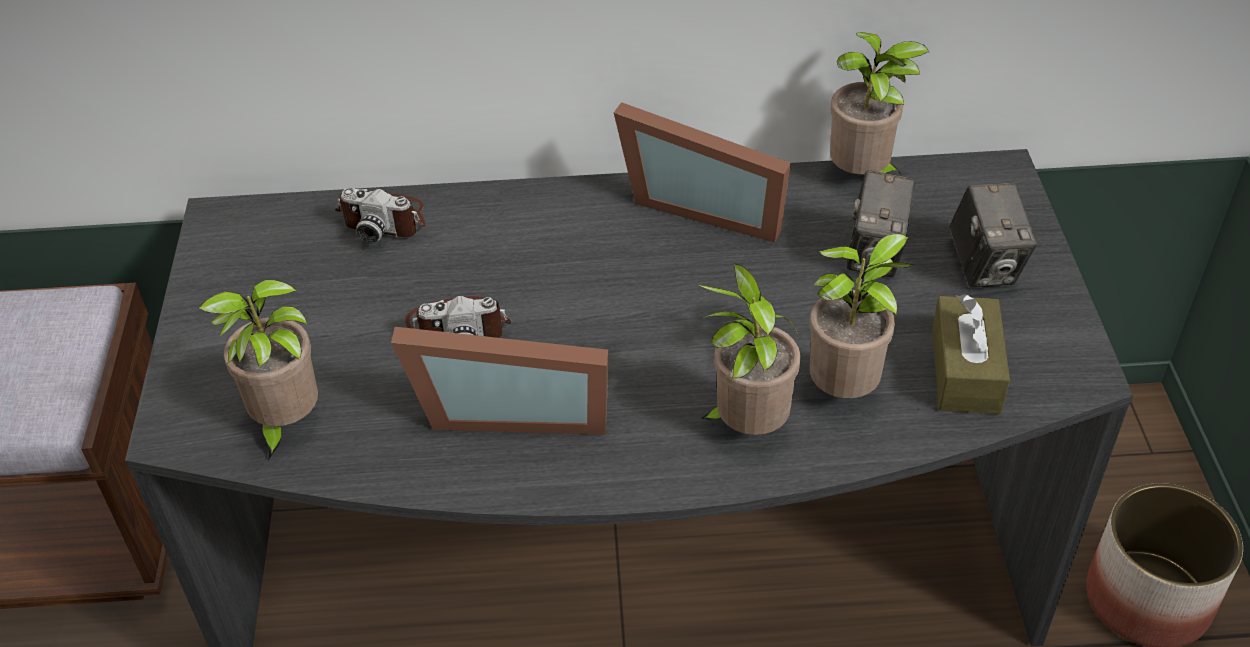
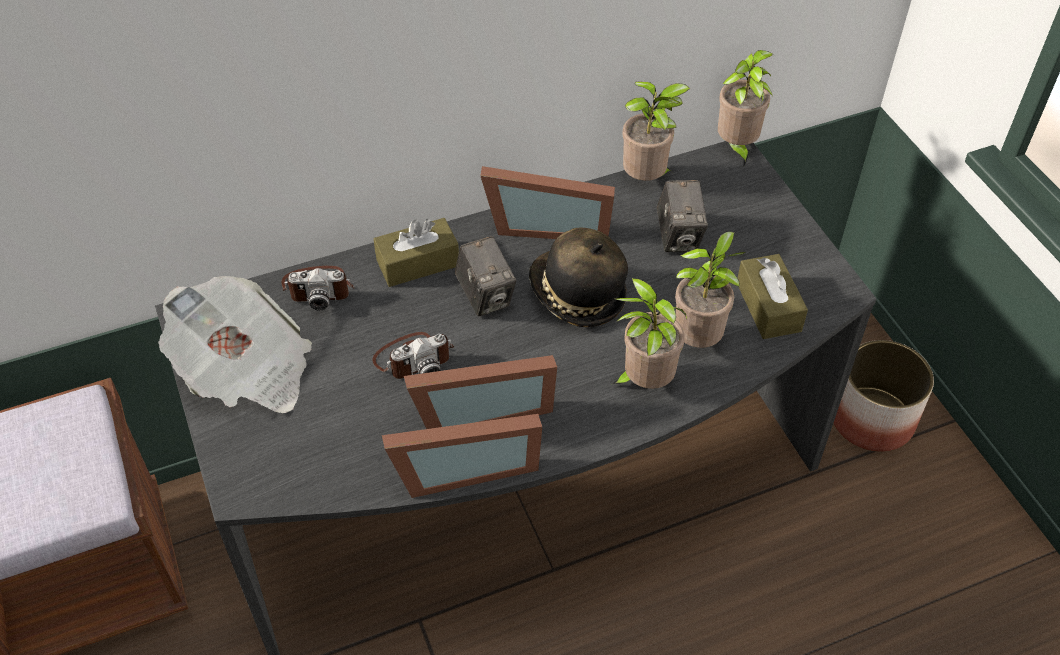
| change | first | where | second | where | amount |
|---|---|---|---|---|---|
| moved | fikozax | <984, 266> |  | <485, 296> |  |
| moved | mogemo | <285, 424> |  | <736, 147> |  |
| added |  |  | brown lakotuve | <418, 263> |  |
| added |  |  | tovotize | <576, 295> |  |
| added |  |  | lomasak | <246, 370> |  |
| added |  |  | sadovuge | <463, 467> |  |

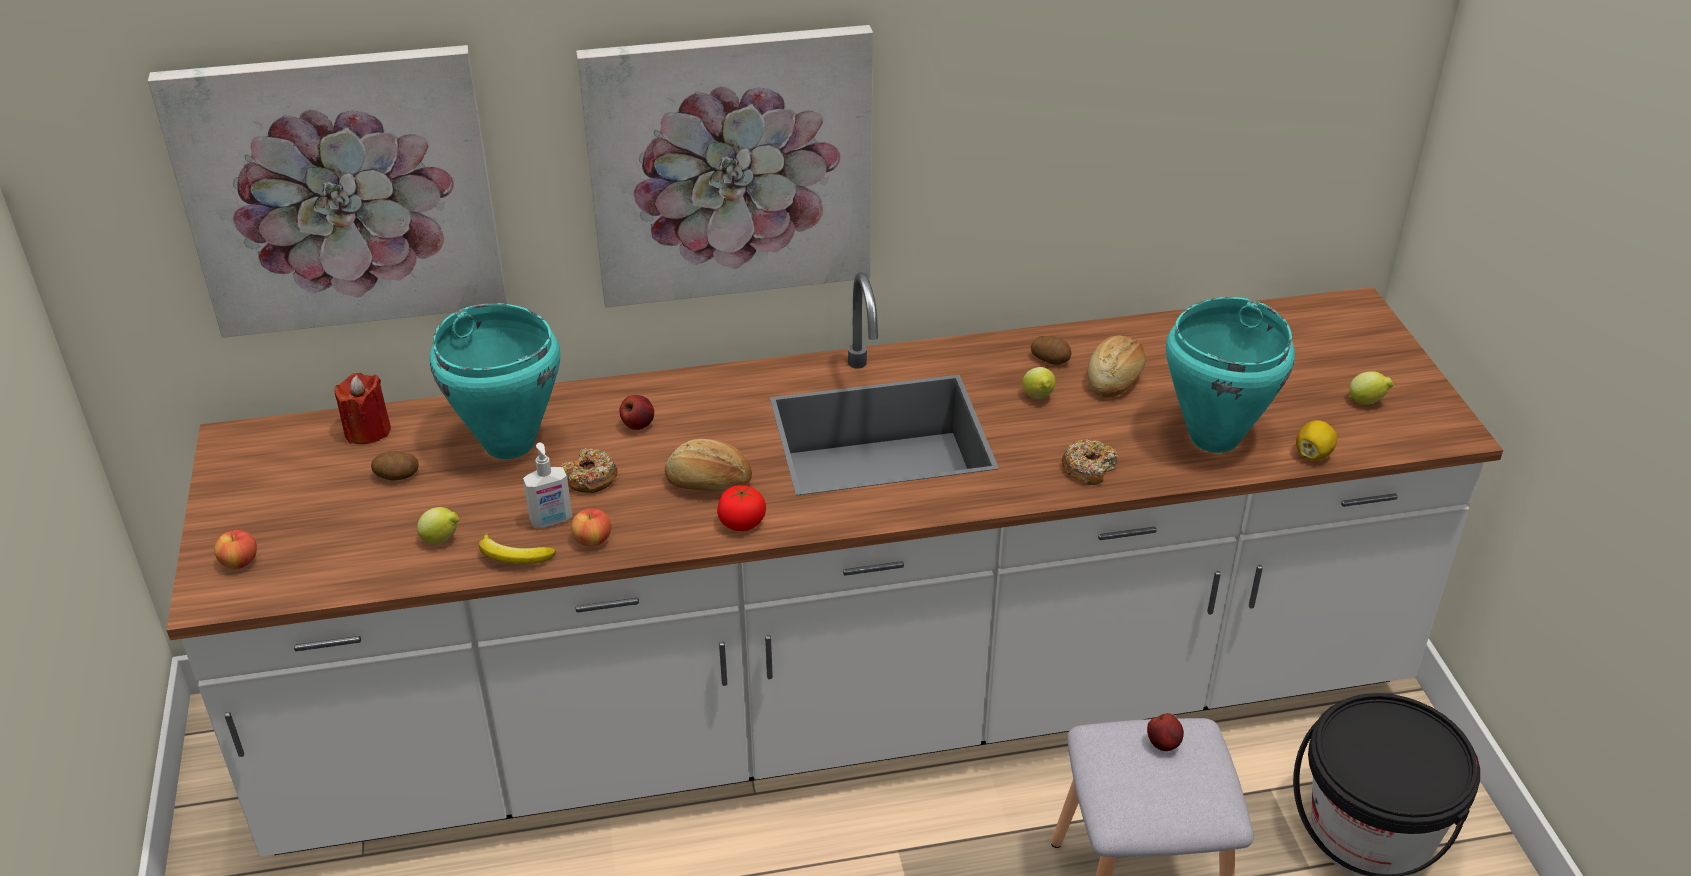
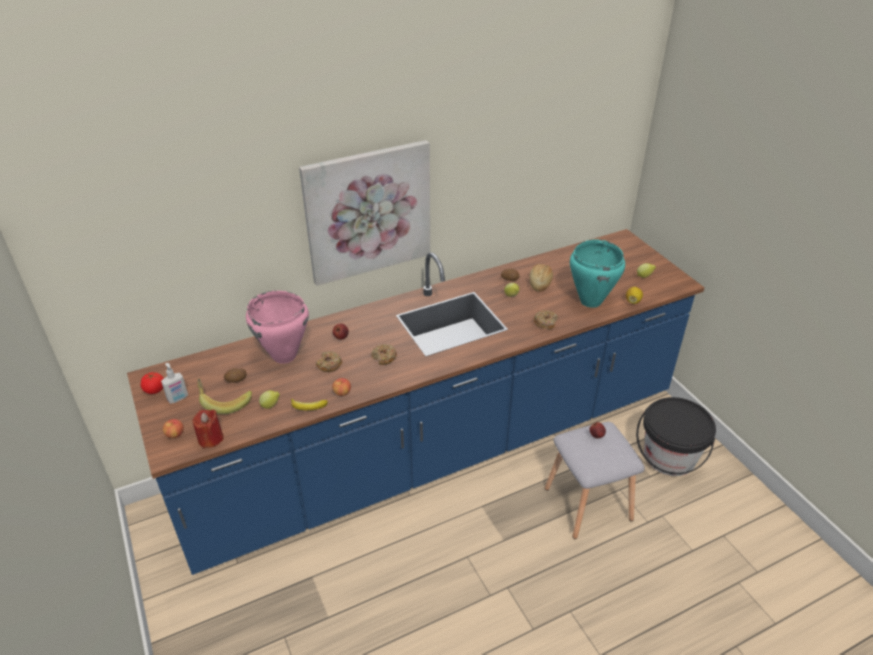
| change | first | where | second | where | amount |
|---|---|---|---|---|---|
| removed | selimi | <340, 190> |  |  |  |
| recoloured | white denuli | <845, 705> | blue denuli | <436, 447> |  |
| recoloured | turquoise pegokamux | <509, 444> | pink pegokamux | <284, 356> |  |
| moved | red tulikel | <367, 431> |  | <210, 439> |  |
| replaced | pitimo | <708, 483> | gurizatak | <384, 357> |  |
| moved | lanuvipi | <551, 521> |  | <178, 399> |  |
| moved | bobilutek | <742, 523> |  | <154, 389> |  |
| added |  |  | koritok | <224, 402> |  |

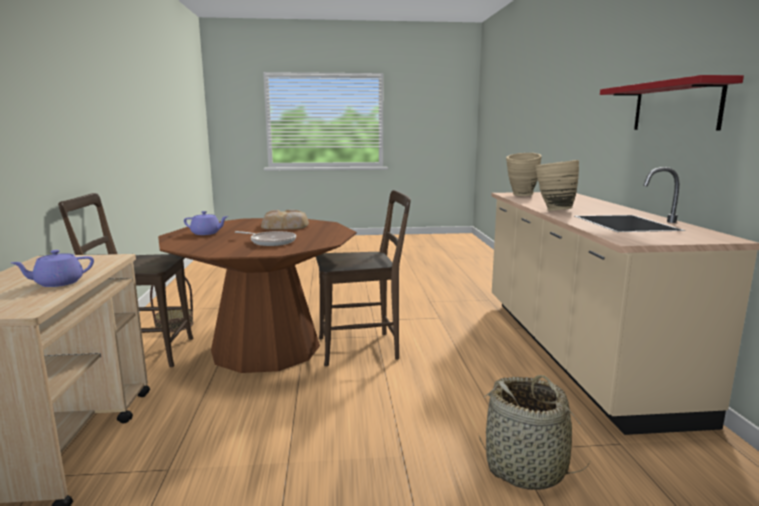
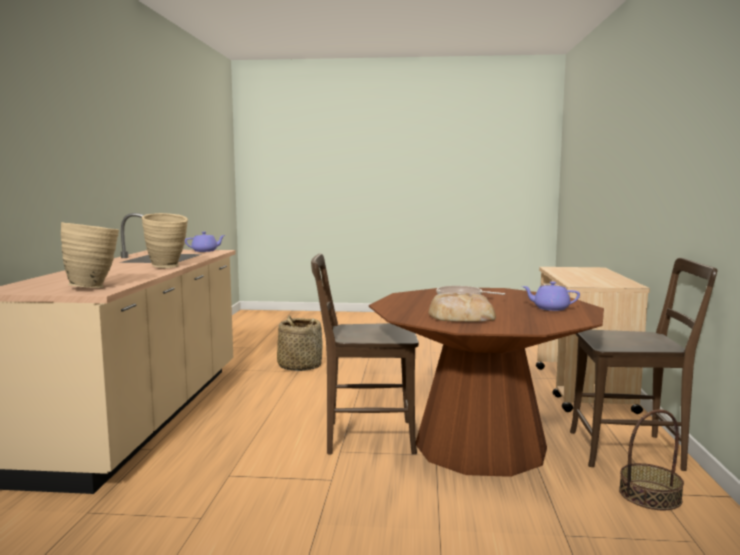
| change | first | where | second | where | amount |
|---|---|---|---|---|---|
| removed | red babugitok | <675, 107> |  |  |  |
| moved | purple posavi | <58, 283> |  | <205, 251> |  |

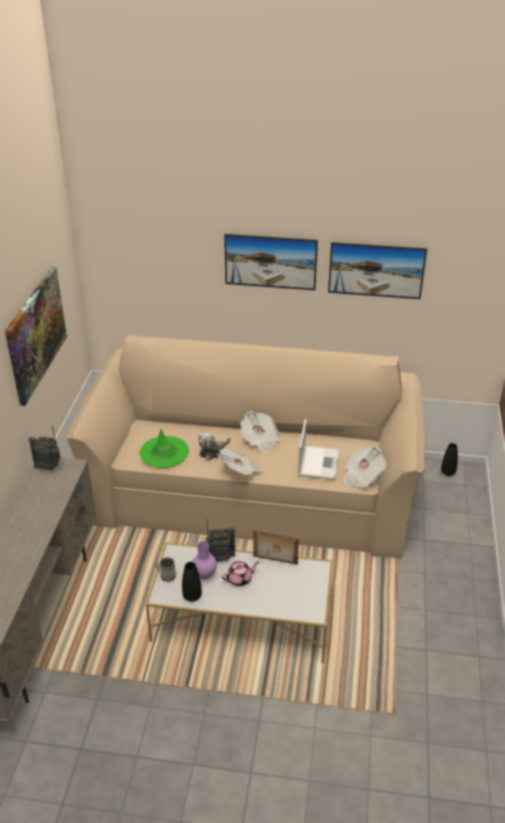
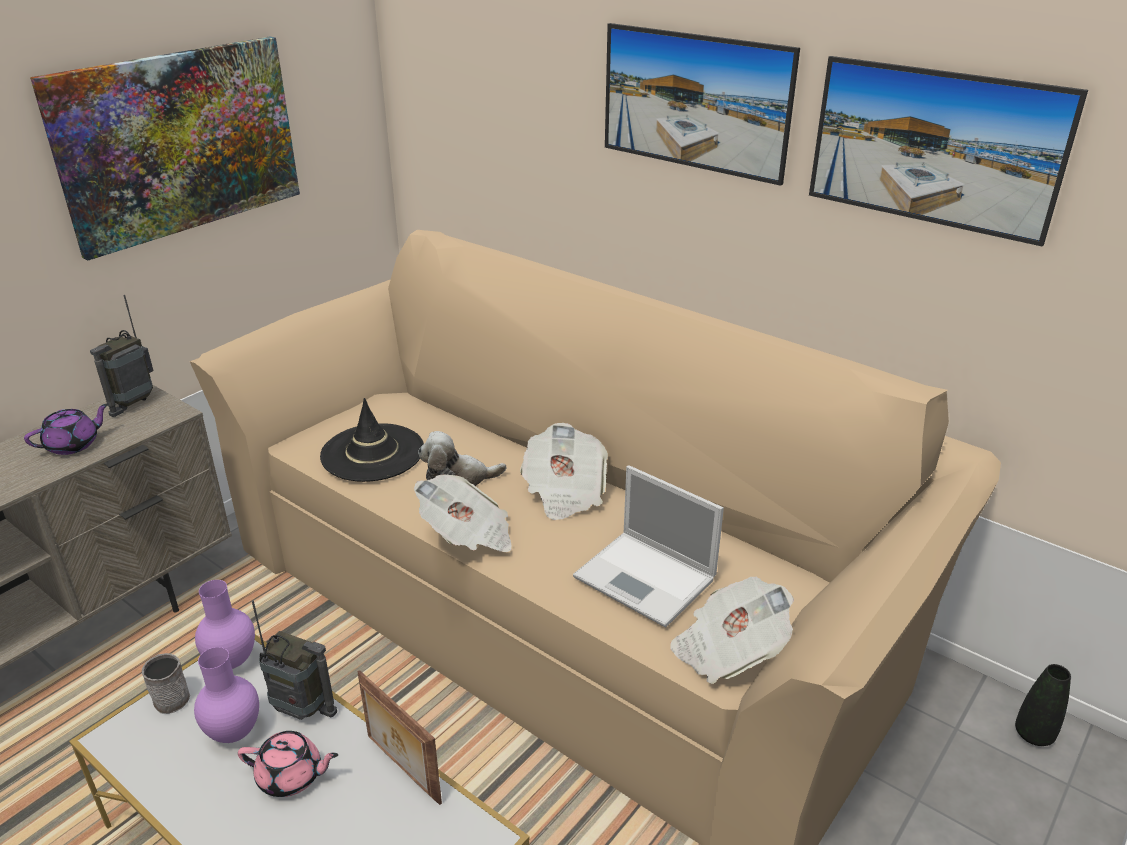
| change | first | where | second | where | amount |
|---|---|---|---|---|---|
| turned | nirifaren | <318, 462> |  | <647, 579> | 90 degrees clockwise |
| turned | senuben | <48, 467> |  | <132, 403> | 105 degrees counterclockwise |
| recoloured | green tovotize | <164, 452> | black tovotize | <372, 453> |  |
| removed | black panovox | <192, 596> |  |  |  |
| added |  |  | purple posavi | <74, 444> |  |
| added |  |  | purple panovox | <232, 661> |  |

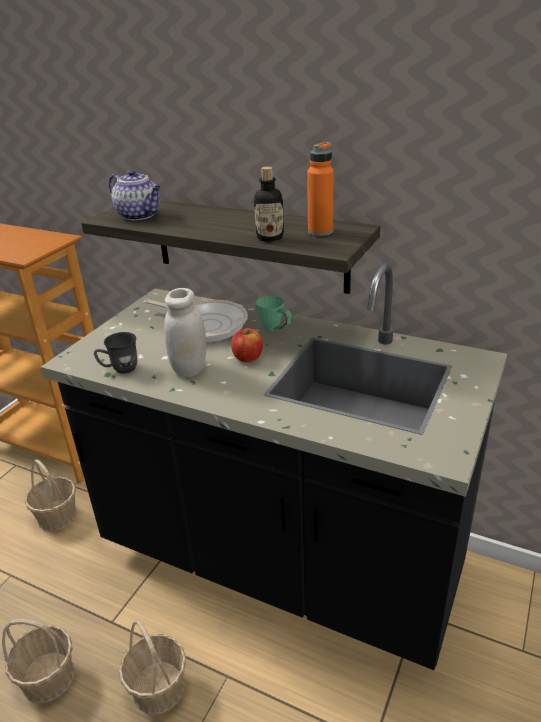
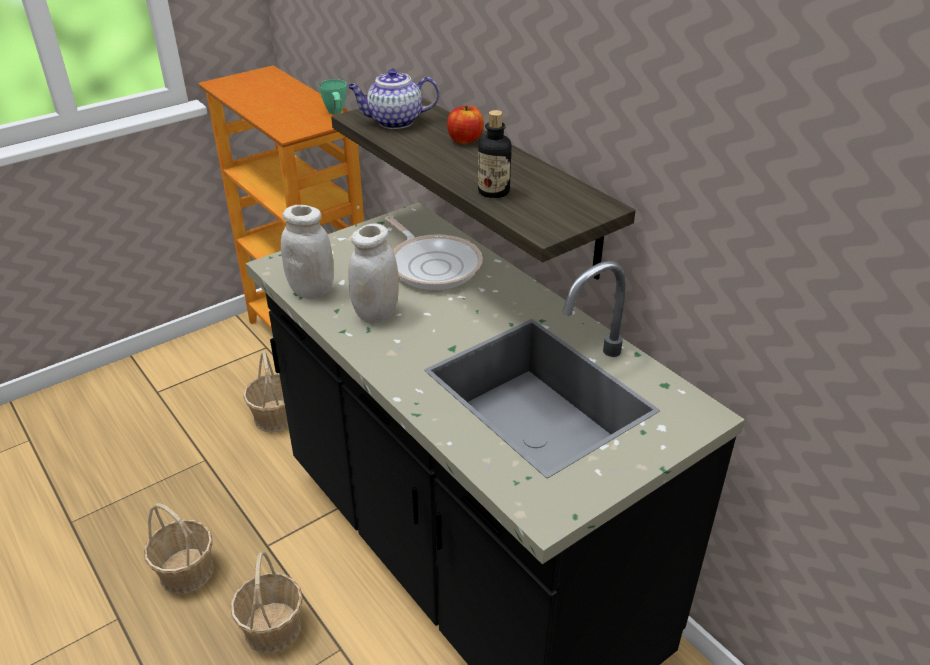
| change | first | where | second | where | amount |
|---|---|---|---|---|---|
| removed | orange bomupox | <320, 232> |  |  |  |
| turned | posavi | <140, 215> |  | <394, 122> | 105 degrees clockwise |
| moved | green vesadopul | <275, 330> |  | <336, 114> |  |
| moved | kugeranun | <247, 357> |  | <465, 140> |  |
| replaced | grey vesadopul | <120, 369> | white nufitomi | <312, 291> |  |

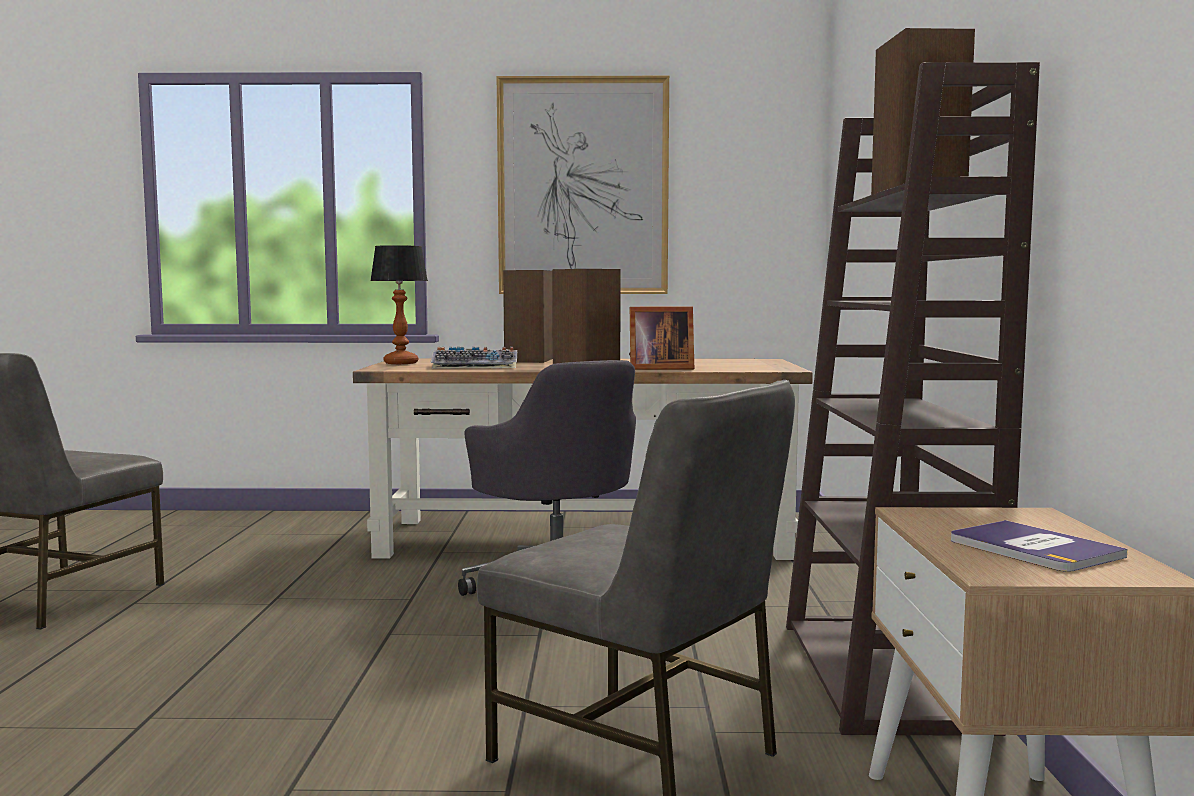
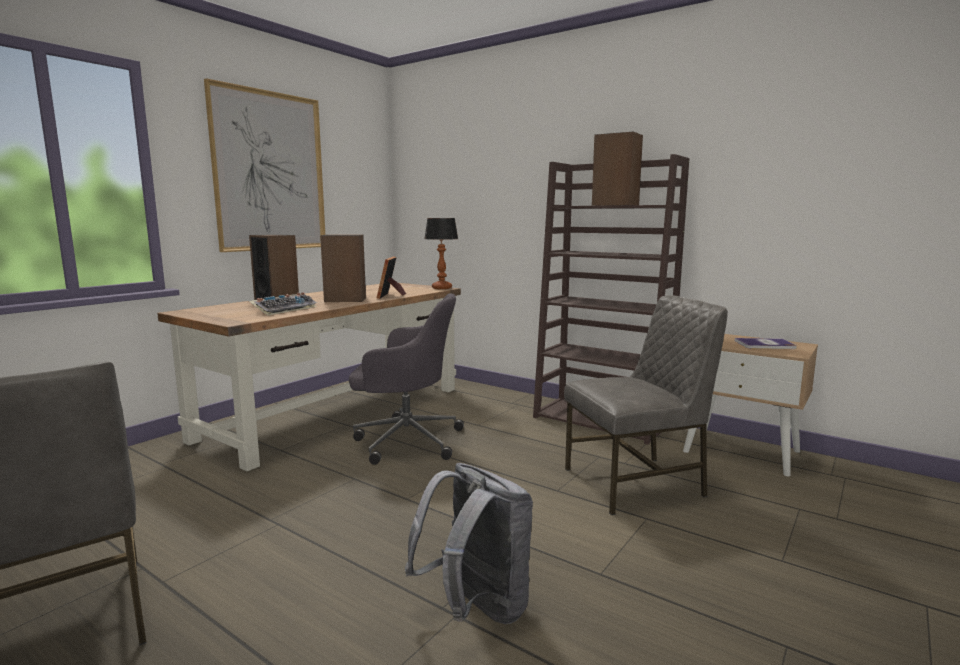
| change | first | where | second | where | amount |
|---|---|---|---|---|---|
| moved | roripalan | <400, 363> |  | <442, 288> |  |
| turned | sadovuge | <658, 368> |  | <391, 296> | 150 degrees clockwise |
| added |  |  | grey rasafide | <476, 609> |  |

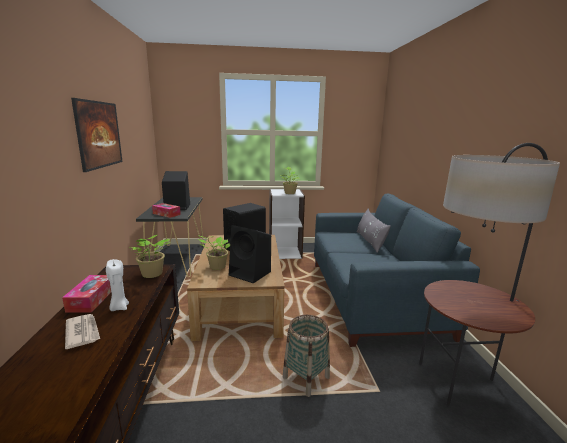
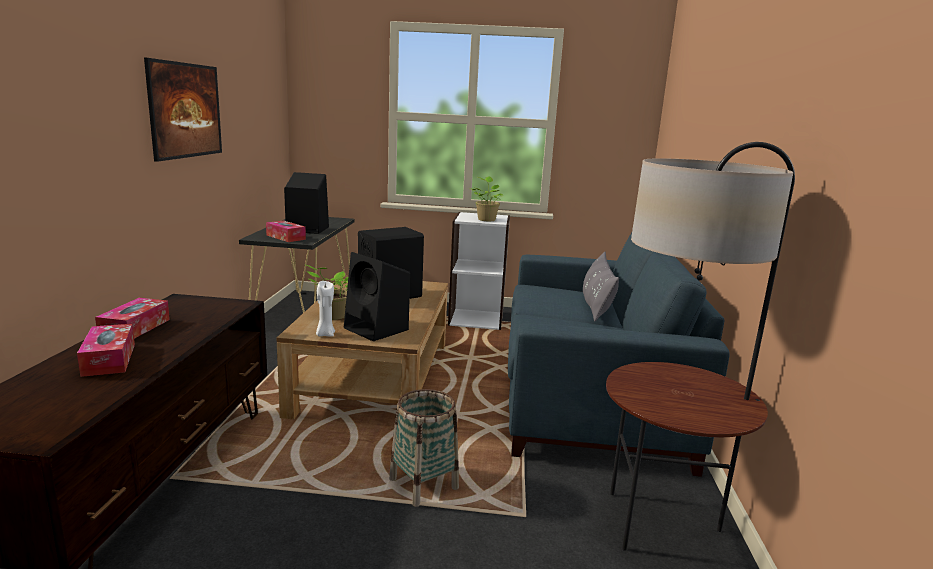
| change | first | where | second | where | amount |
|---|---|---|---|---|---|
| removed | mogemo | <151, 274> |  |  |  |
| moved | white tulikel | <119, 307> |  | <325, 334> |  |
| replaced | lomasak | <83, 332> | lakotuve | <109, 359> |  |

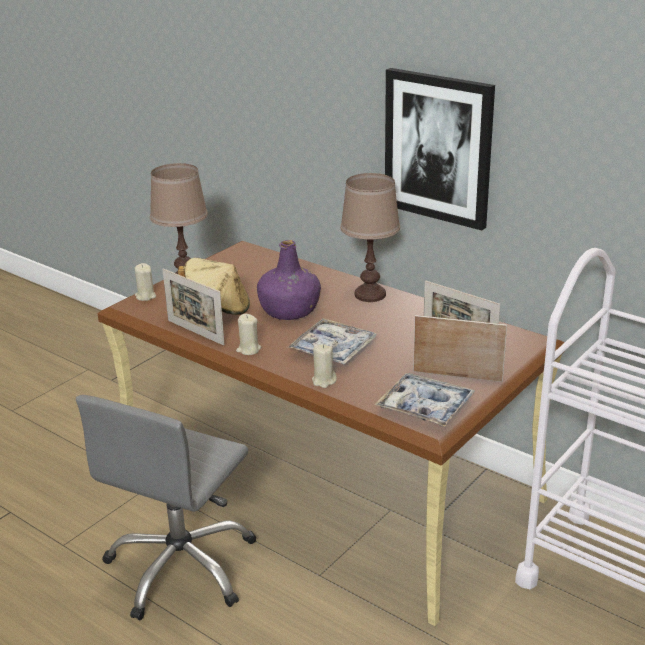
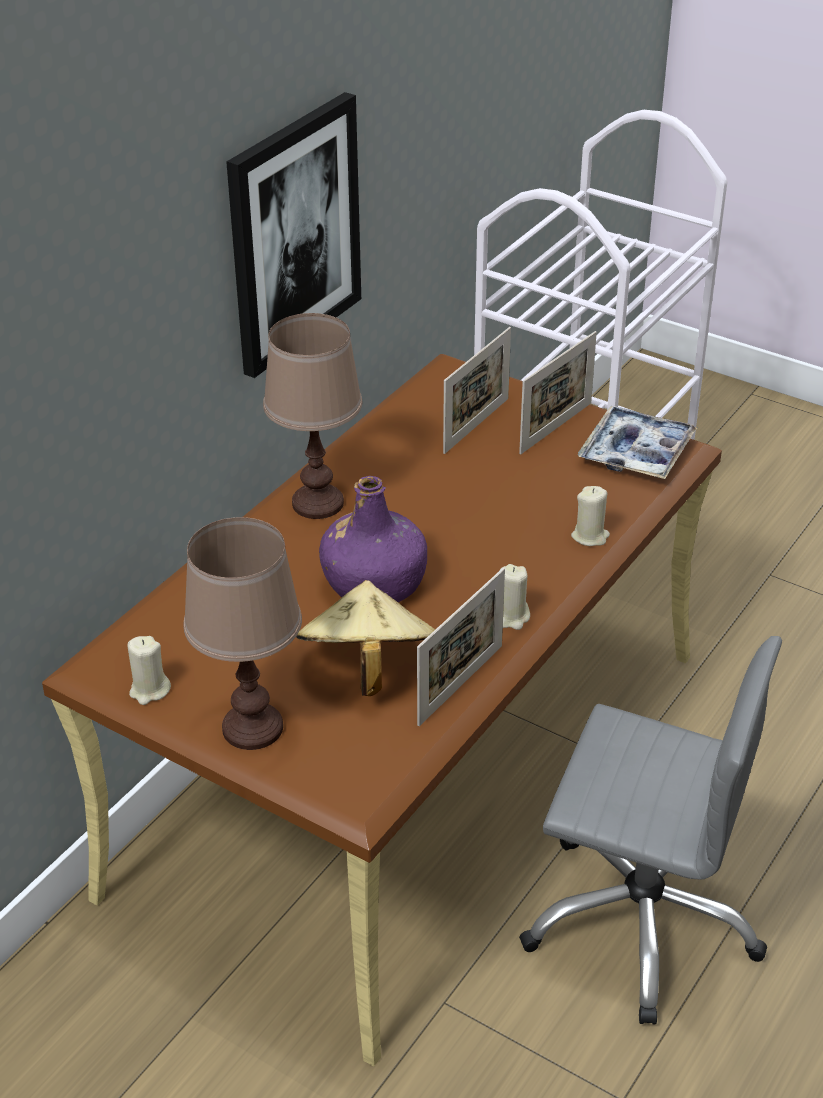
| change | first | where | second | where | amount |
|---|---|---|---|---|---|
| moved | beige tulikel | <145, 296> |  | <149, 690> |  |
| turned | sadovuge | <457, 376> |  | <555, 428> | 150 degrees counterclockwise |
| removed | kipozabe | <333, 349> |  |  |  |

